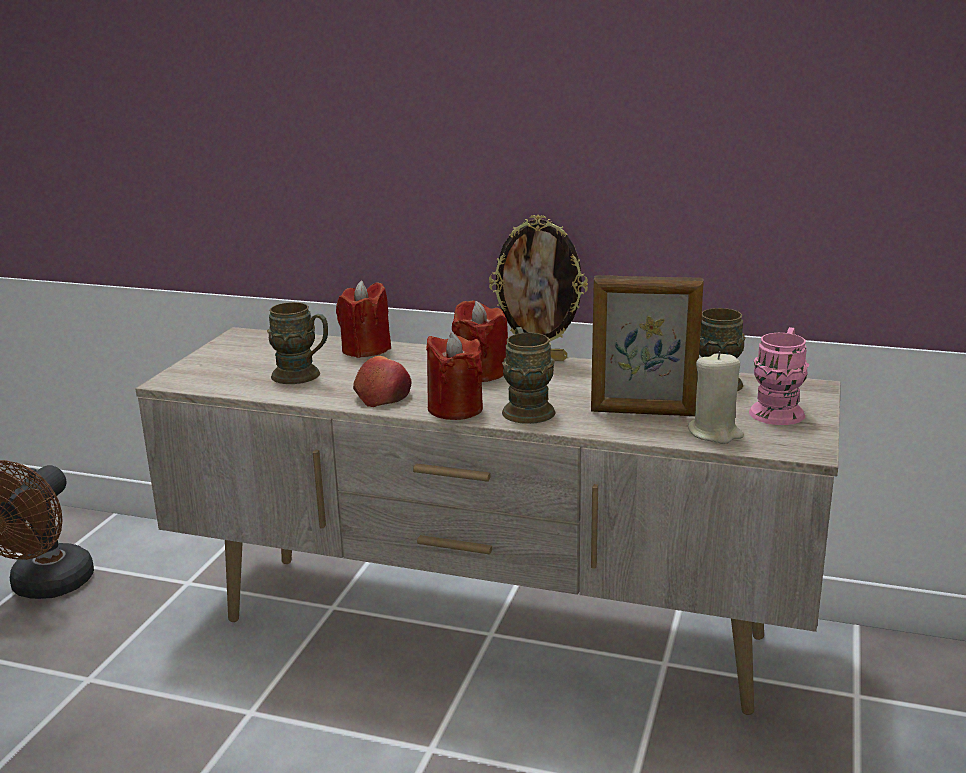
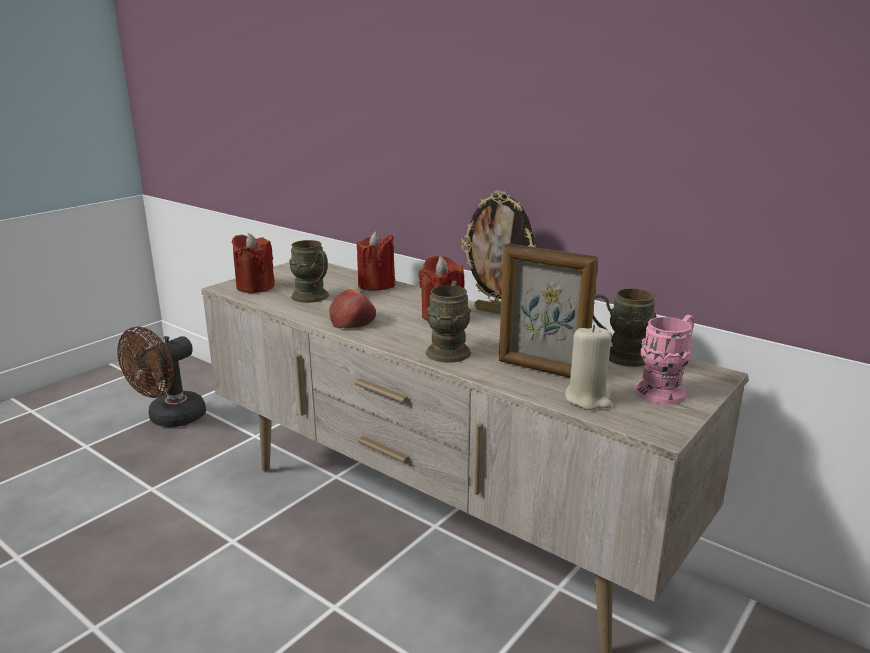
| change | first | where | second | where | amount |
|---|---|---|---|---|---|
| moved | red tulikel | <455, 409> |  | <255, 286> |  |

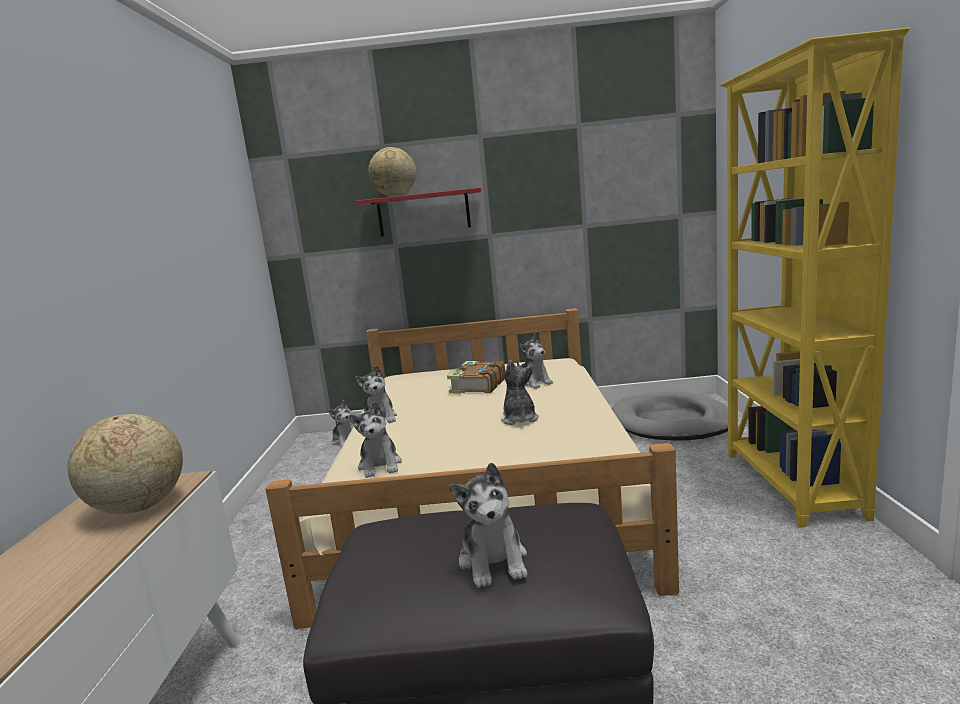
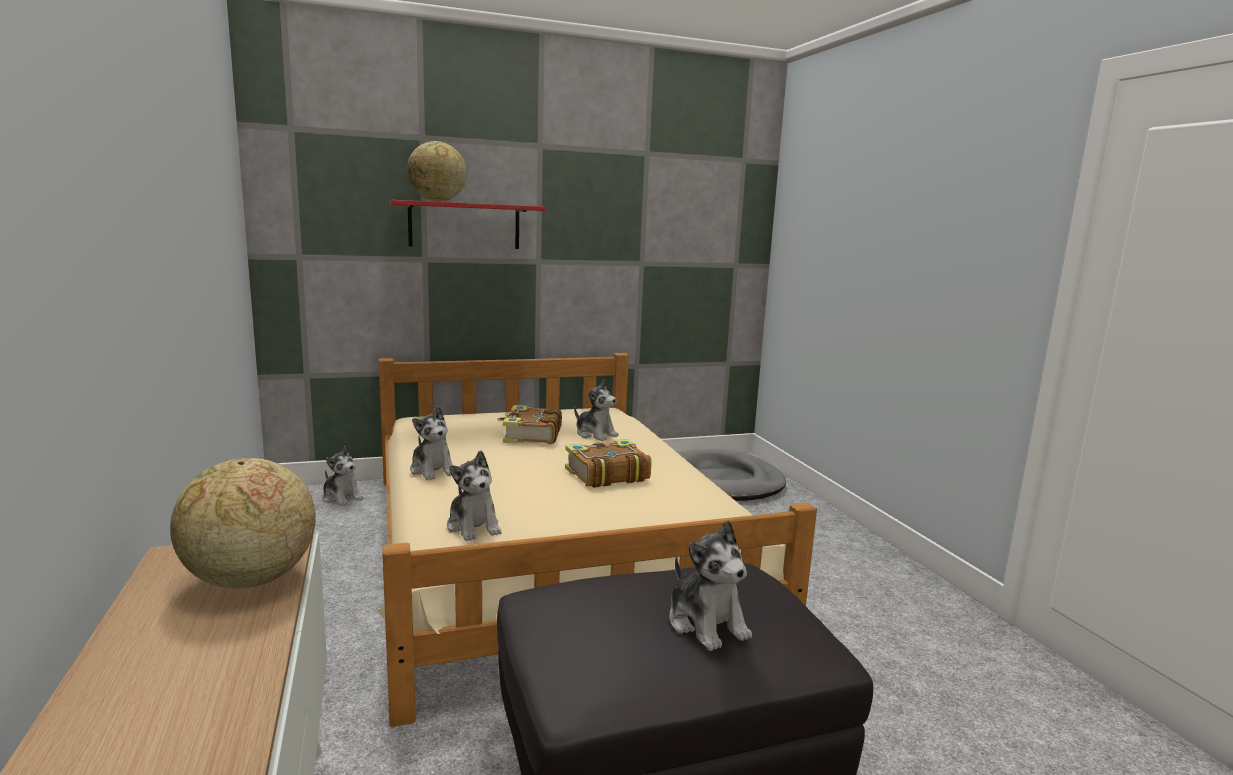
| change | first | where | second | where | amount |
|---|---|---|---|---|---|
| removed | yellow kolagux | <790, 485> |  |  |  |
| replaced | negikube | <519, 419> | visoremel | <606, 475> |  |

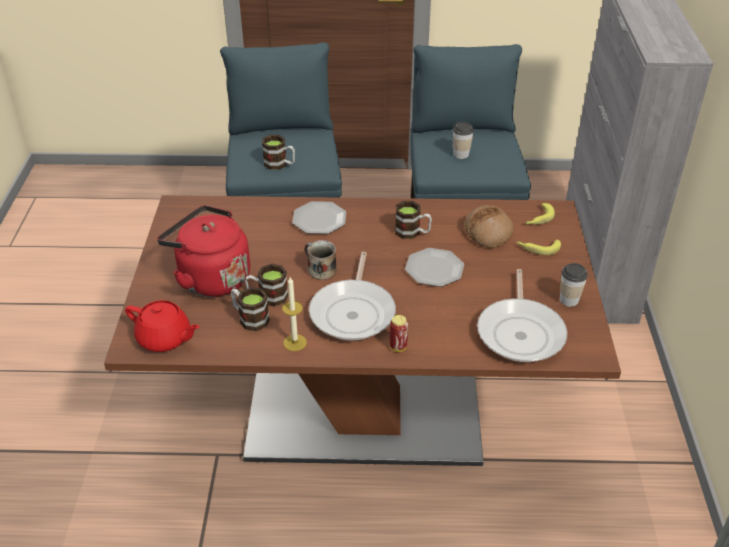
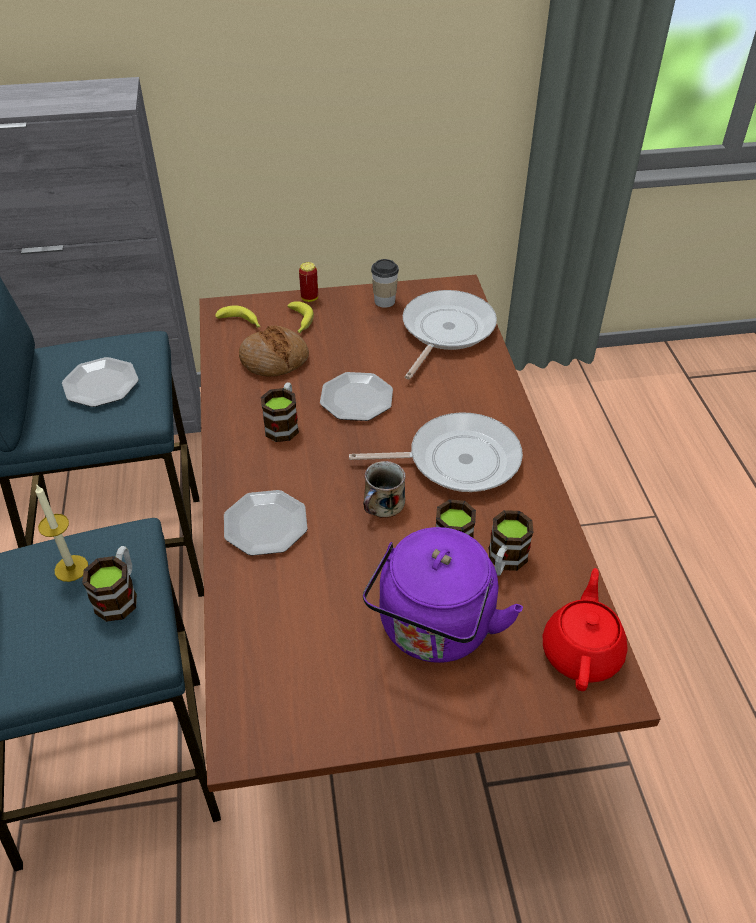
| change | first | where | second | where | amount |
|---|---|---|---|---|---|
| replaced | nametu | <461, 154> | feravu | <101, 385> |  |
| recoloured | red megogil | <211, 278> | purple megogil | <434, 630> |  |
| turned | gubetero | <521, 332> |  | <445, 331> | 60 degrees counterclockwise |
| moved | tulikel | <295, 342> |  | <71, 568> |  |
| moved | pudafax | <398, 347> |  | <309, 298> |  |

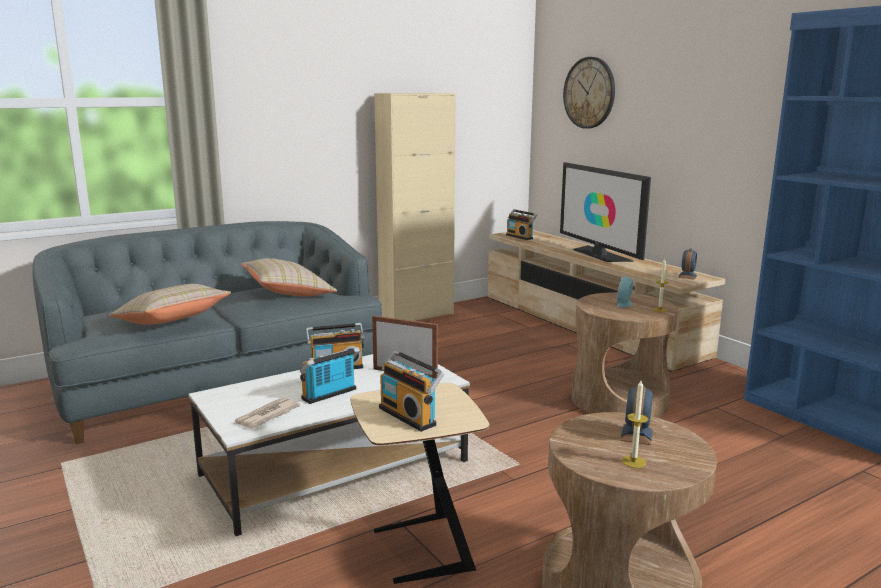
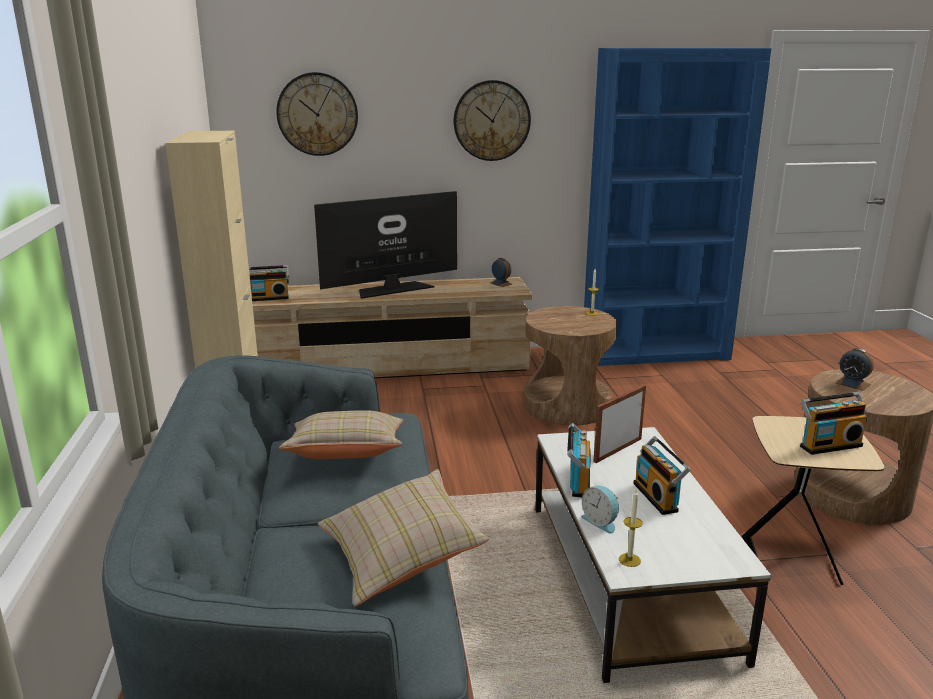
| change | first | where | second | where | amount |
|---|---|---|---|---|---|
| turned | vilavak | <599, 254> |  | <392, 289> | 150 degrees clockwise |
| moved | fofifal | <625, 304> |  | <601, 522> |  |
| moved | tulikel | <633, 462> |  | <629, 560> |  |
| removed | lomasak | <266, 416> |  |  |  |
| added |  |  | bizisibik | <491, 120> |  |

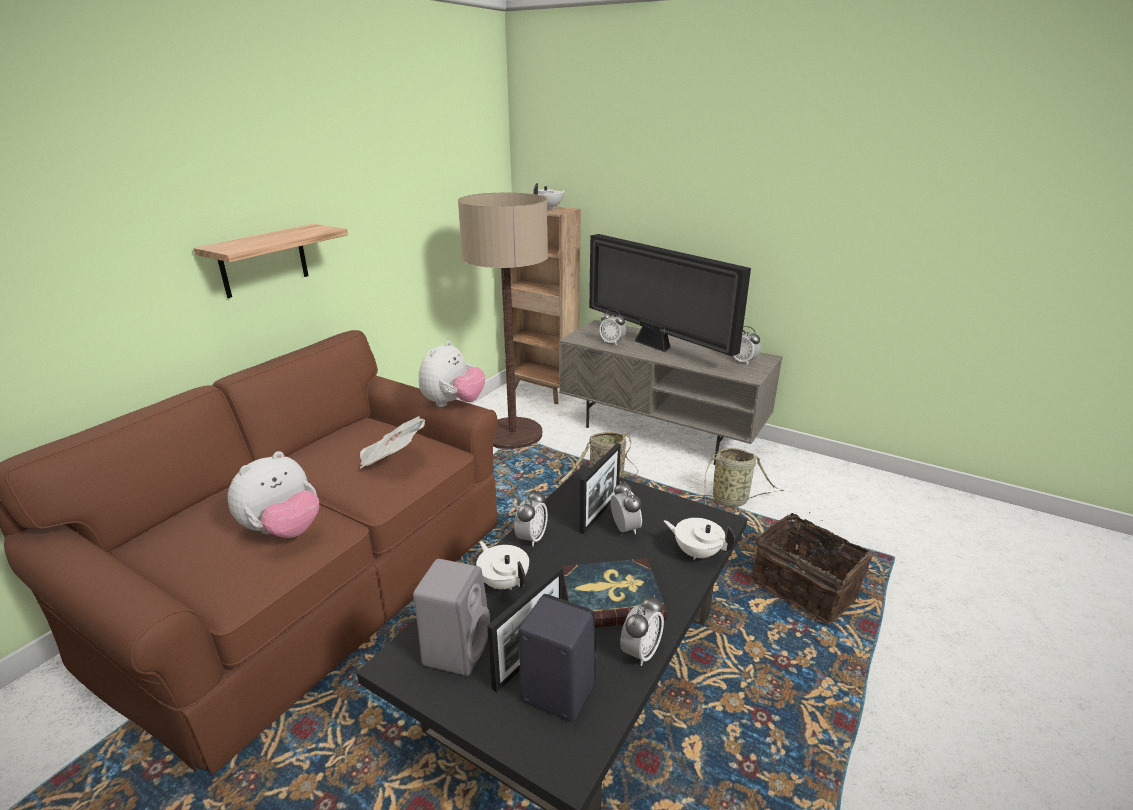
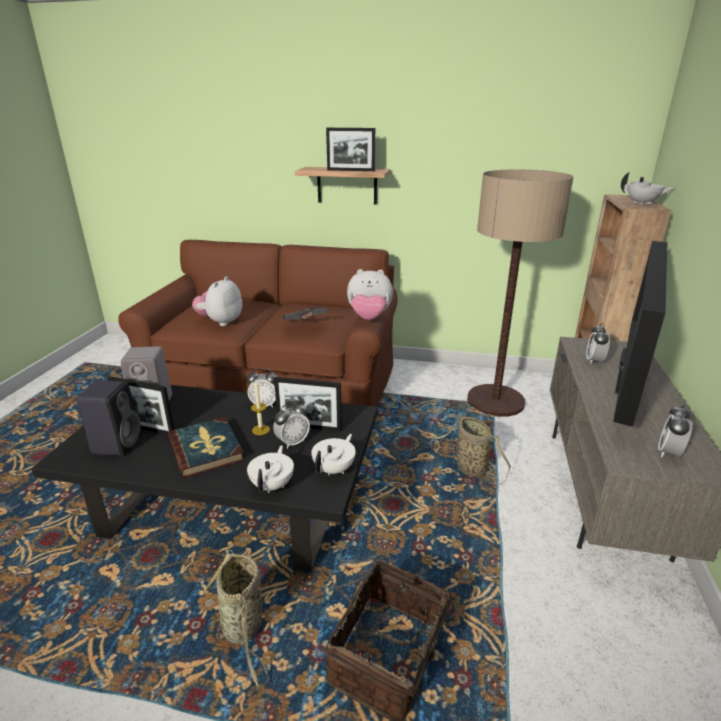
| change | first | where | second | where | amount |
|---|---|---|---|---|---|
| moved | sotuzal | <732, 500> |  | <243, 628> |  |
| turned | negikube | <283, 530> |  | <220, 322> | 90 degrees clockwise |
| moved | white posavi | <504, 582> |  | <334, 469> |  |
| removed | fofifal | <640, 652> |  |  |  |
| added |  |  | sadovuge | <351, 170> |  |
| added |  |  | tulikel | <261, 430> |  |

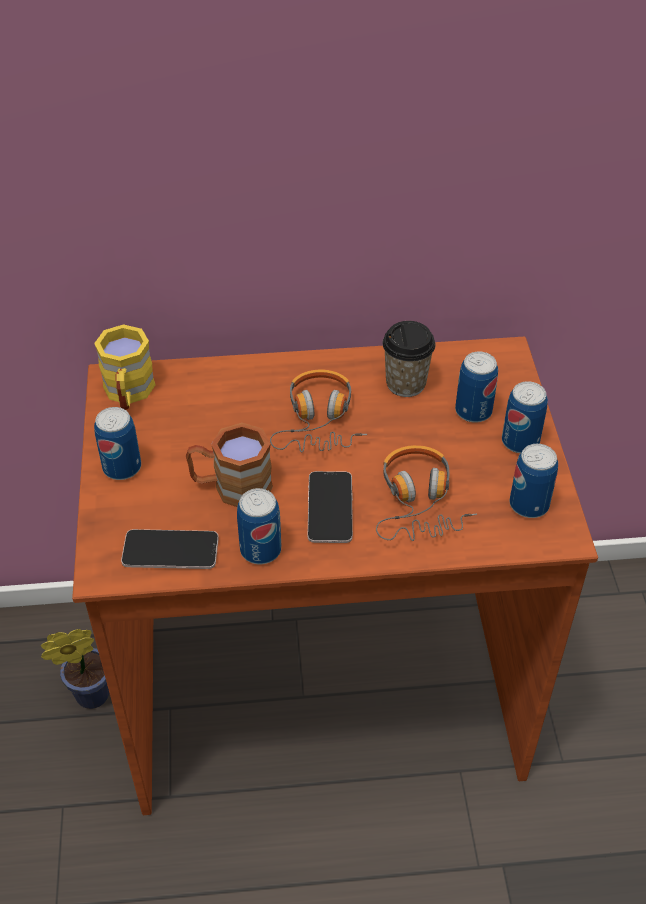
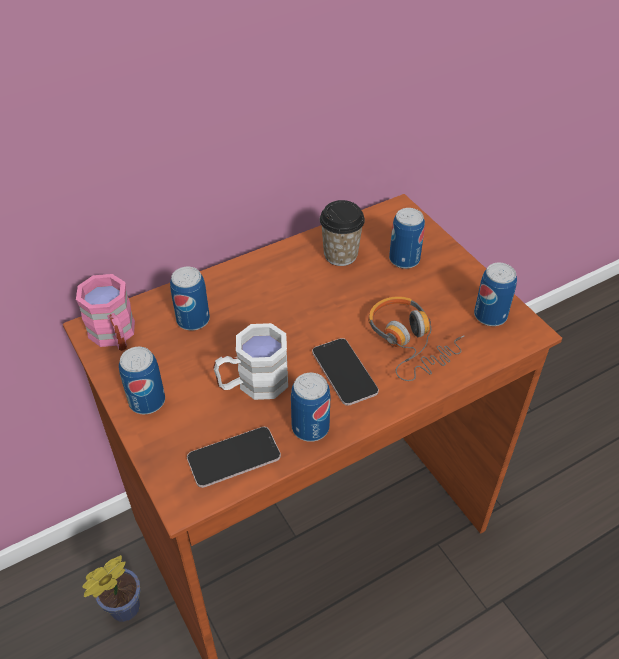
| change | first | where | second | where | amount |
|---|---|---|---|---|---|
| recoloured | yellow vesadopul | <128, 394> | pink vesadopul | <115, 336> |  |
| removed | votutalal | <318, 421> |  |  |  |
| moved | pudafax | <520, 442> |  | <193, 320> |  |
| recoloured | brown vesadopul | <231, 487> | white vesadopul | <253, 384> |  |

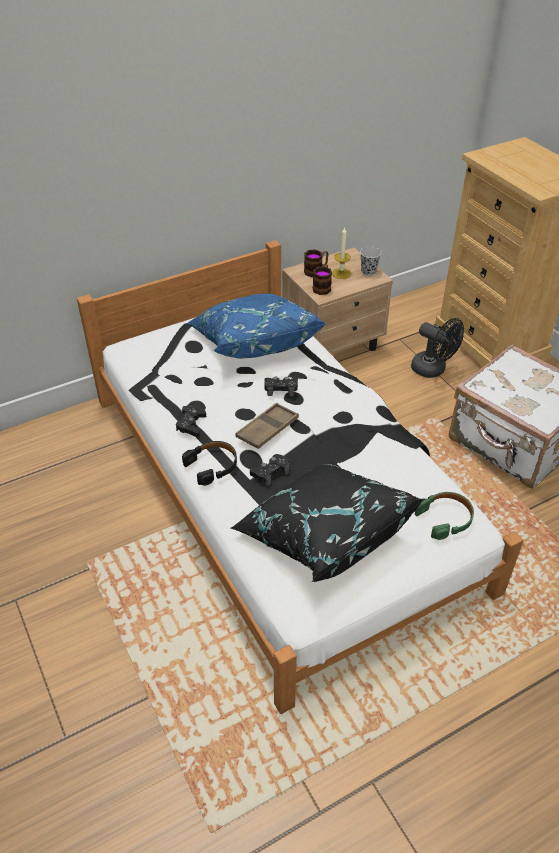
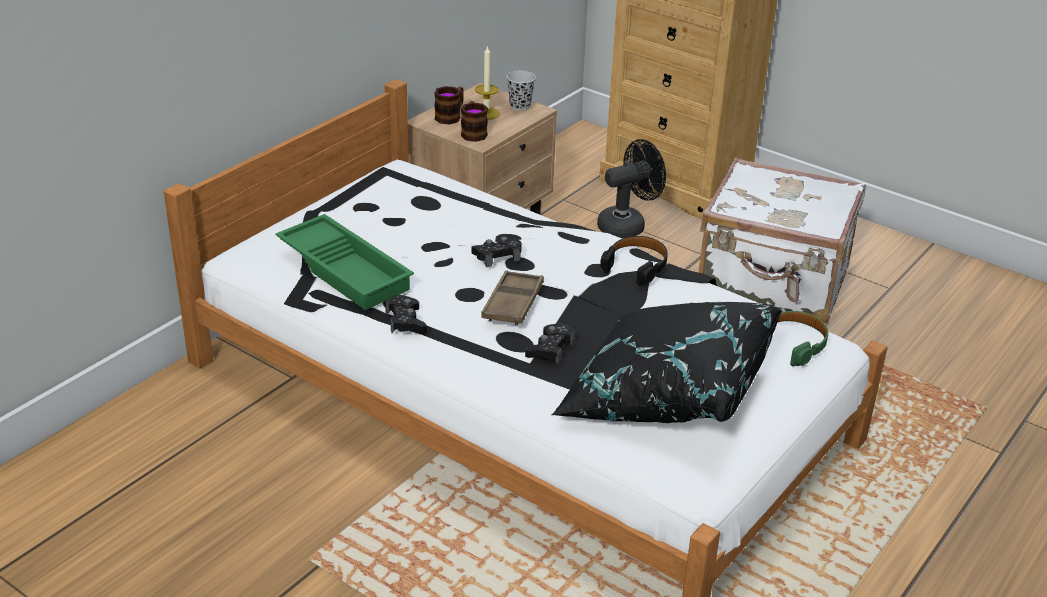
| change | first | where | second | where | amount |
|---|---|---|---|---|---|
| removed | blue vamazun | <253, 343> |  |  |  |
| turned | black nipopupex | <433, 370> |  | <627, 225> | 45 degrees counterclockwise |
| moved | black votutalal | <212, 466> |  | <636, 266> |  |
| added |  |  | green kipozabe | <347, 269> |  |

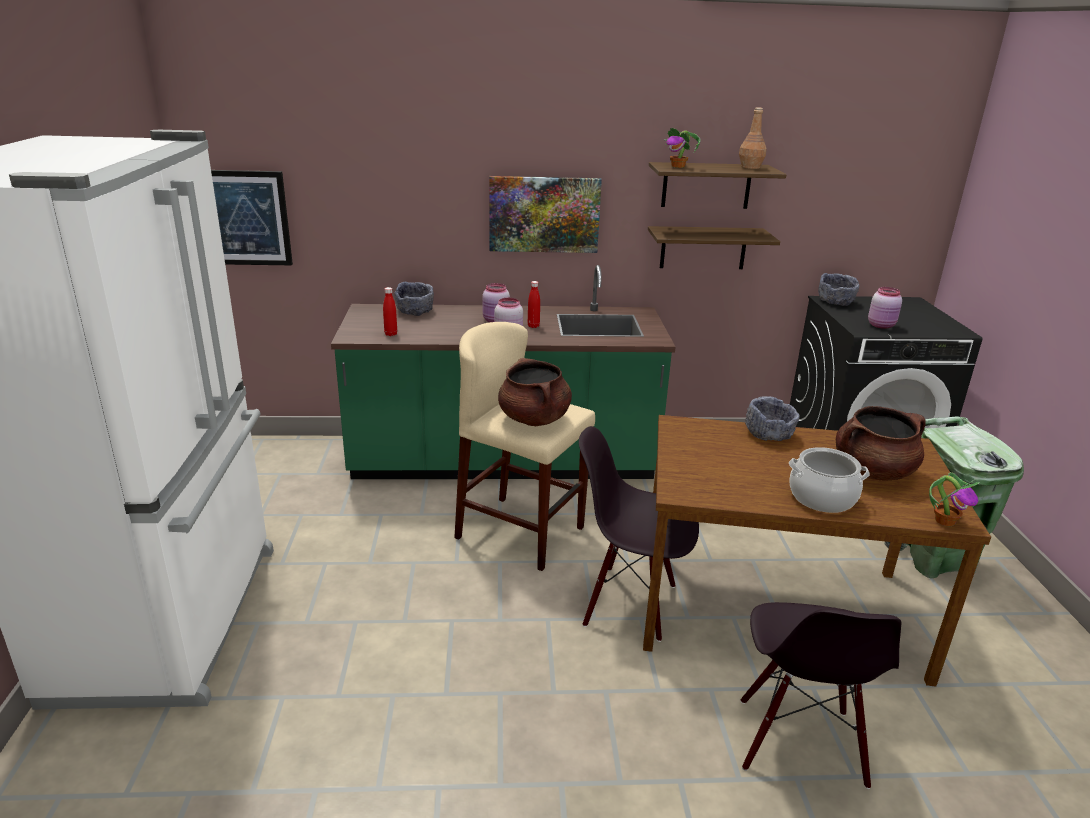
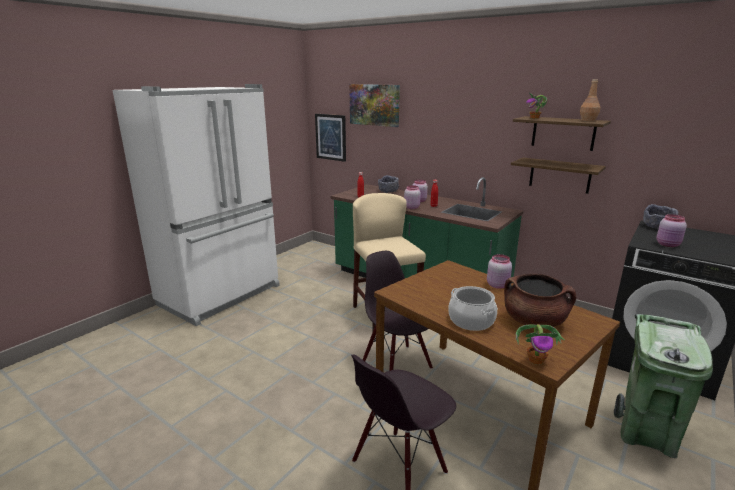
| change | first | where | second | where | amount |
|---|---|---|---|---|---|
| moved | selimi | <544, 214> |  | <374, 105> |  |
| removed | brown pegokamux | <534, 419> |  |  |  |
| replaced | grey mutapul | <768, 434> | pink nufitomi | <498, 285> |  |

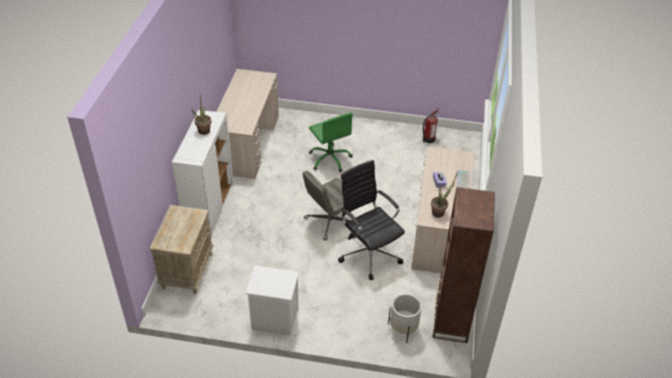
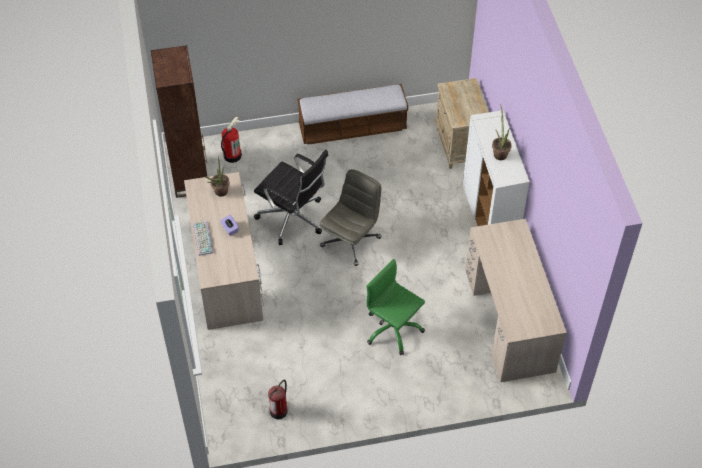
| change | first | where | second | where | amount |
|---|---|---|---|---|---|
| replaced | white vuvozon | <273, 320> | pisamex | <352, 128> |  |
| replaced | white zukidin | <403, 329> | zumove | <232, 155> |  |

